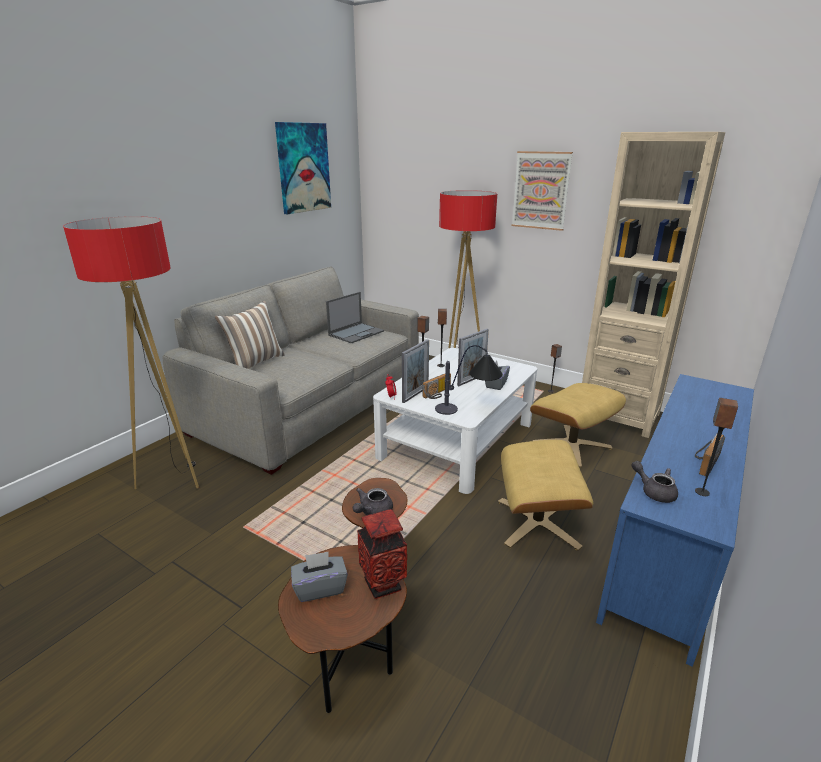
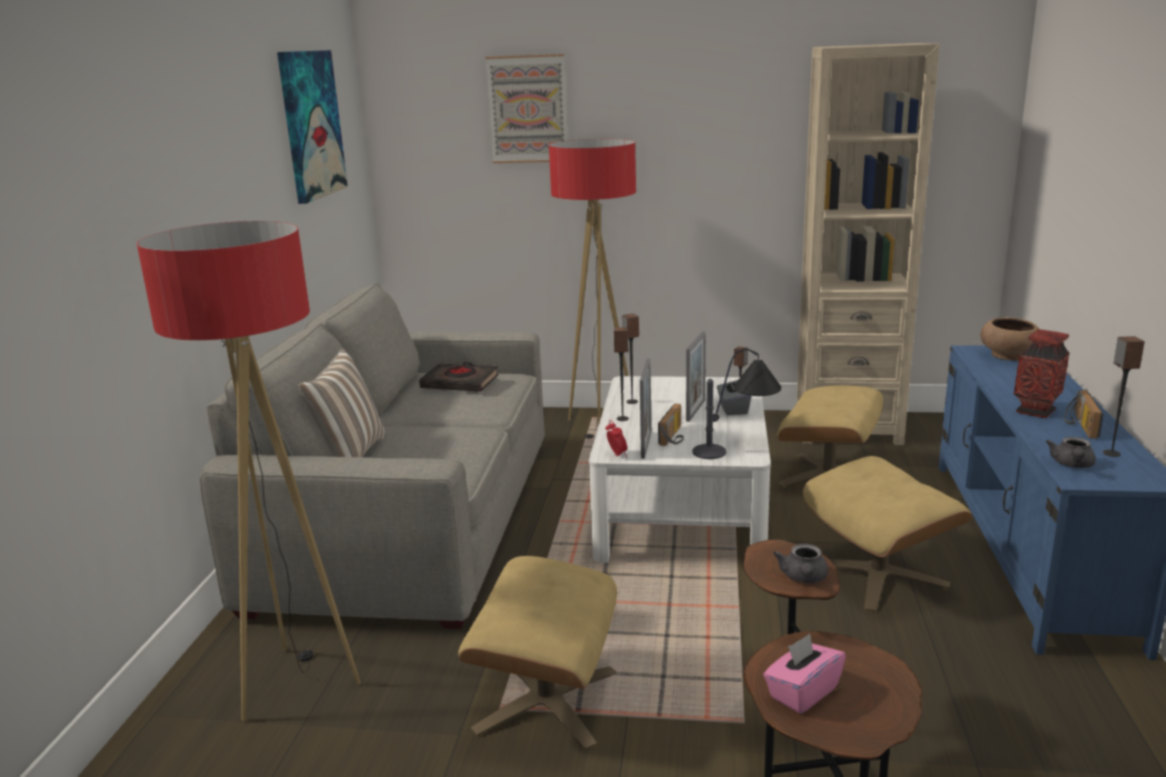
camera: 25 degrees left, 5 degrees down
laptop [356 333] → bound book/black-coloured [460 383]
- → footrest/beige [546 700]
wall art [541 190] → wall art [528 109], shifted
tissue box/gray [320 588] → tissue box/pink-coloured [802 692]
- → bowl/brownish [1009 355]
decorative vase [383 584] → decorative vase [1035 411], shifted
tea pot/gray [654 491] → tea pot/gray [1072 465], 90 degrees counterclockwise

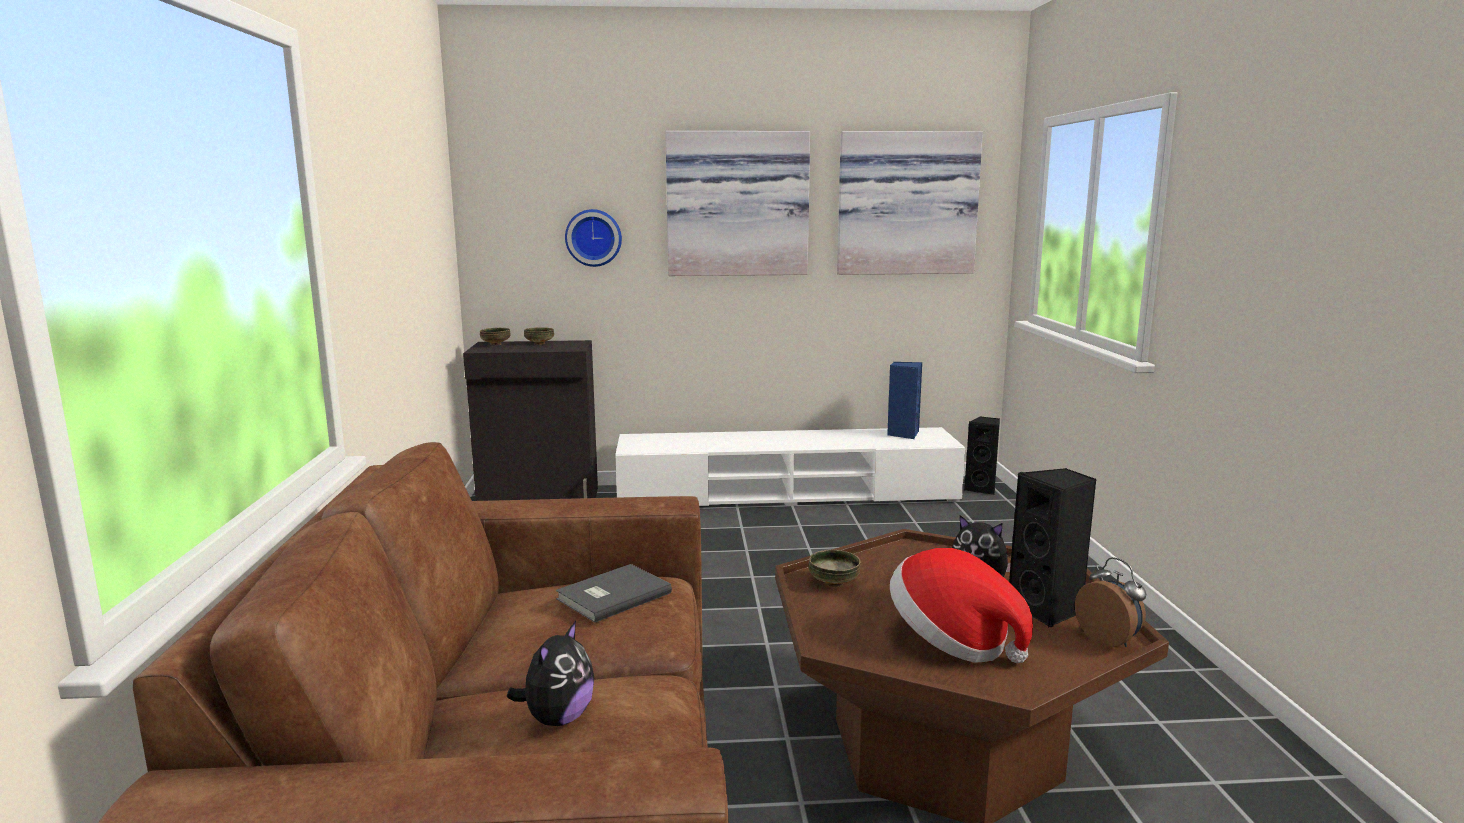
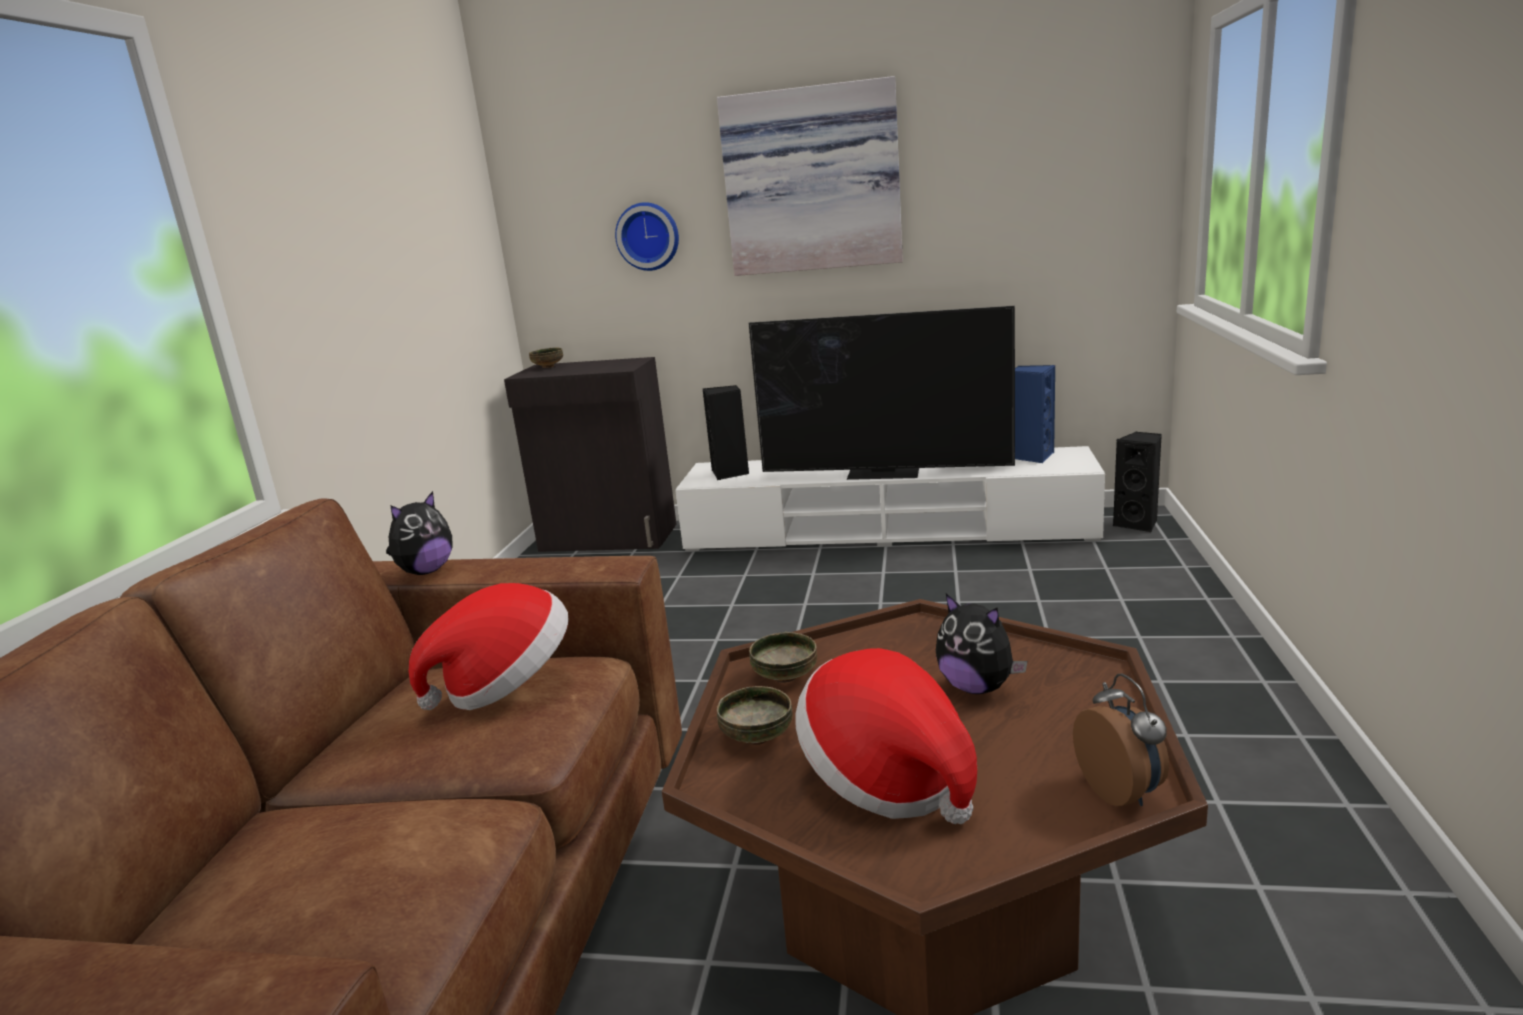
camera: 15 degrees right, 5 degrees up
plush toy [557 718] → plush toy [425 571], shifted
bound book/gray [611 595] → hat [506 685]
speaker/black-coloured [1048 610] → speaker/black-coloured [730 473], shifted
bowl [539 344] → bowl [756 737], shifted
- → TV set [885 472]
wall art [906 203] → -

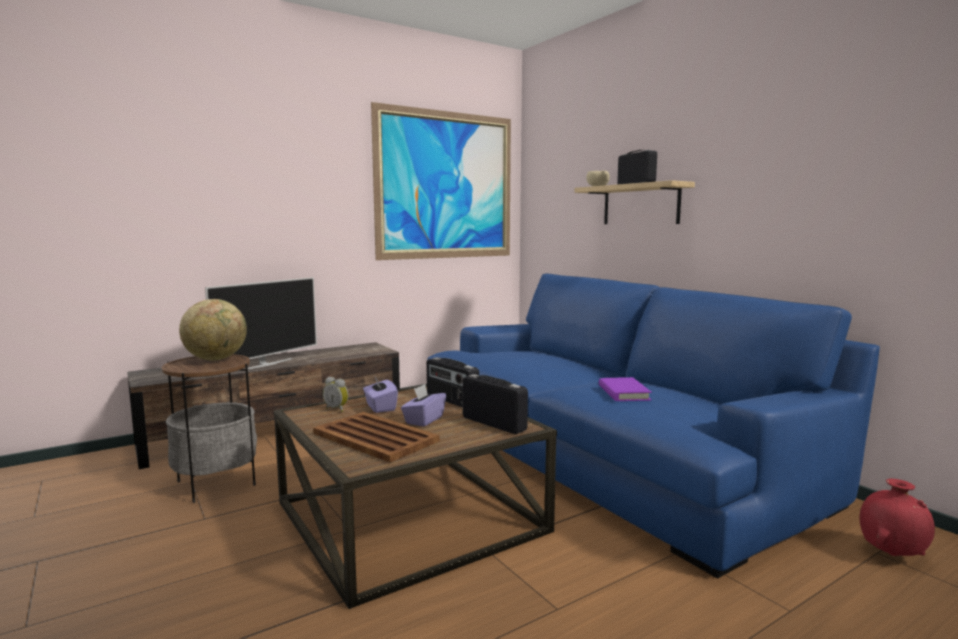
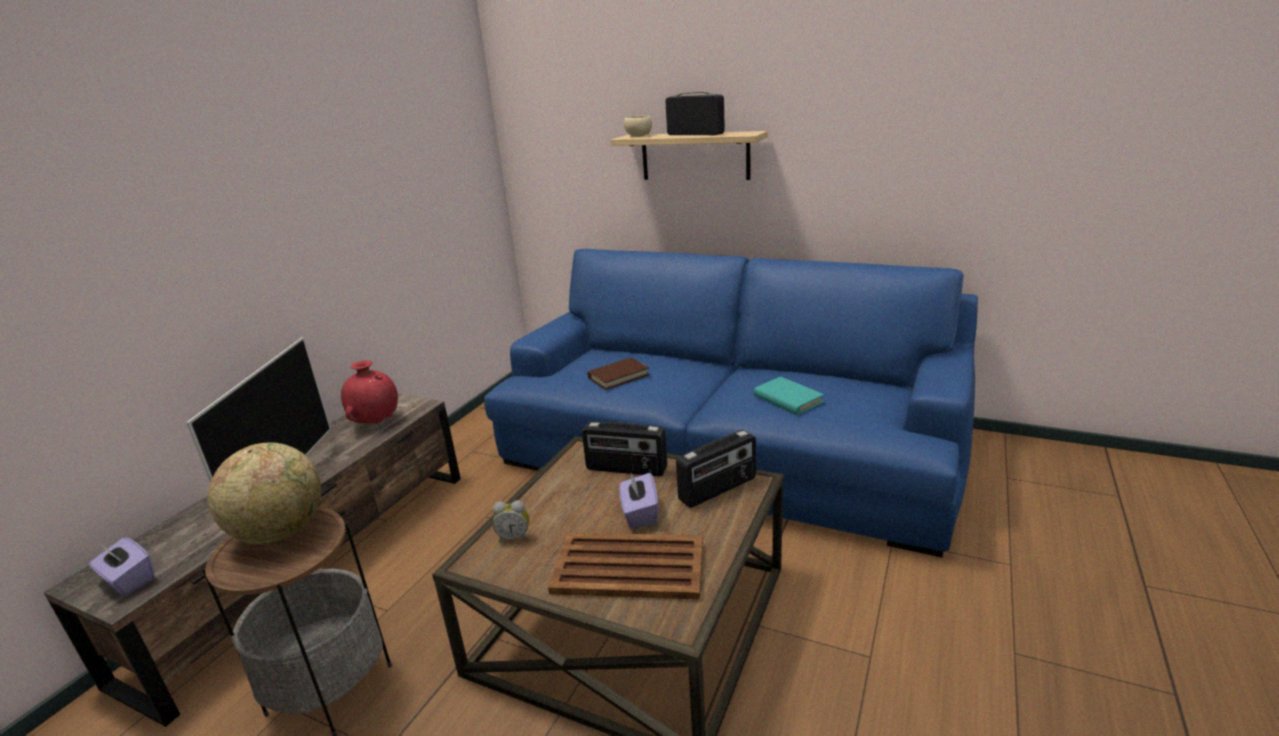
camera: 30 degrees left, 15 degrees up
tissue box/purple [380 407] → tissue box/purple [129 580], shifted
decorative vase/reddish [891 554] → decorative vase/reddish [376 422], shifted
- → bound book/brownish [618 376]
radio [494 423] → radio [718 489], 135 degrees clockwise
bound book/purple [623 393] → bound book/turquoise-coloured [787 399]
wall art [446 186] → -

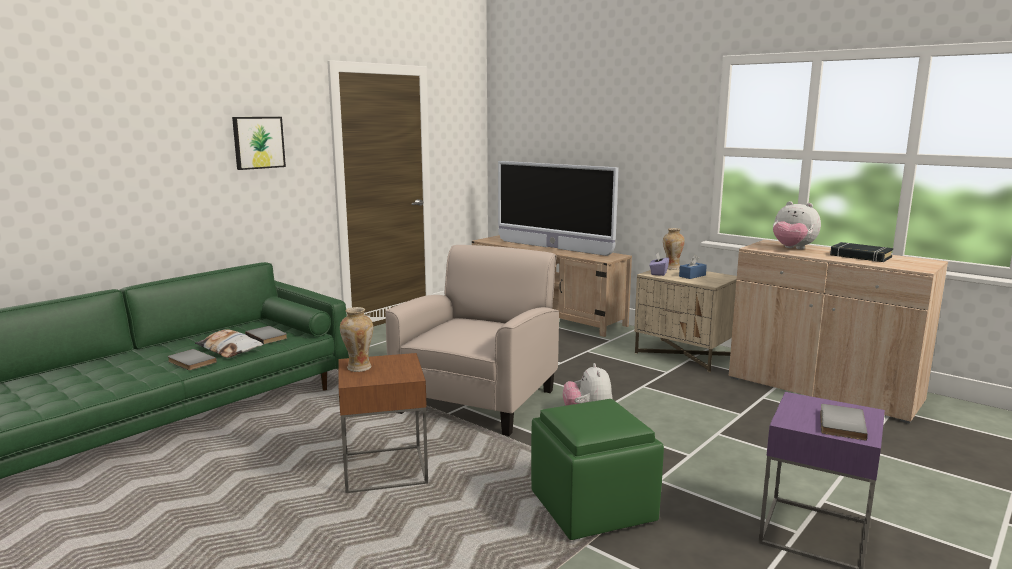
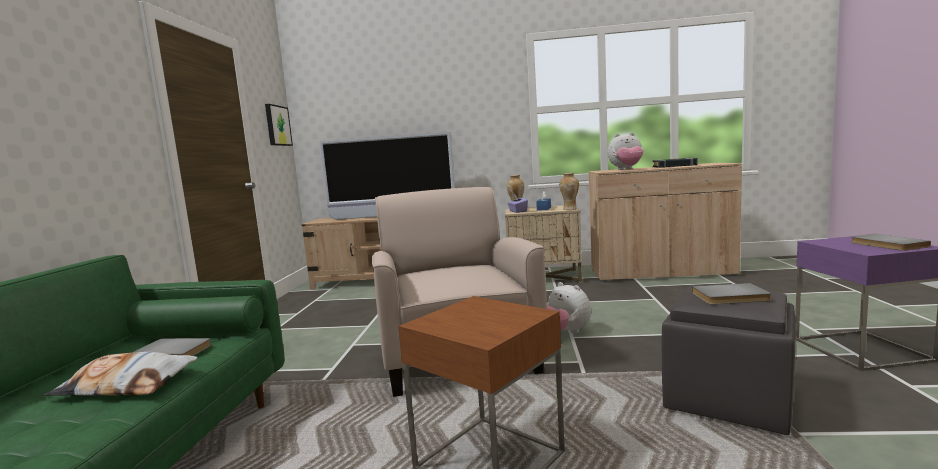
camera: 35 degrees left, 5 degrees down
wall art [258 142] → wall art [277 125], shifted
decorative vase [358 368] → decorative vase [570 209], shifted
footrest/green-coloured [594 508] → footrest/gray [729 399]
bound book/gray [190 362] → bound book/gray [731 297], shifted

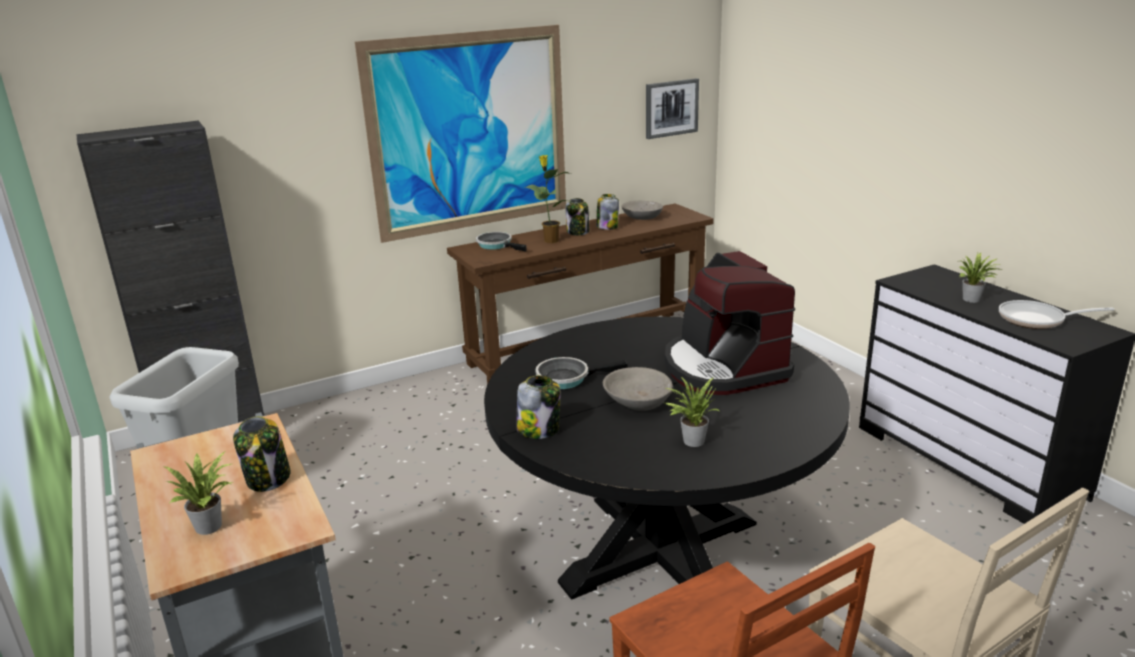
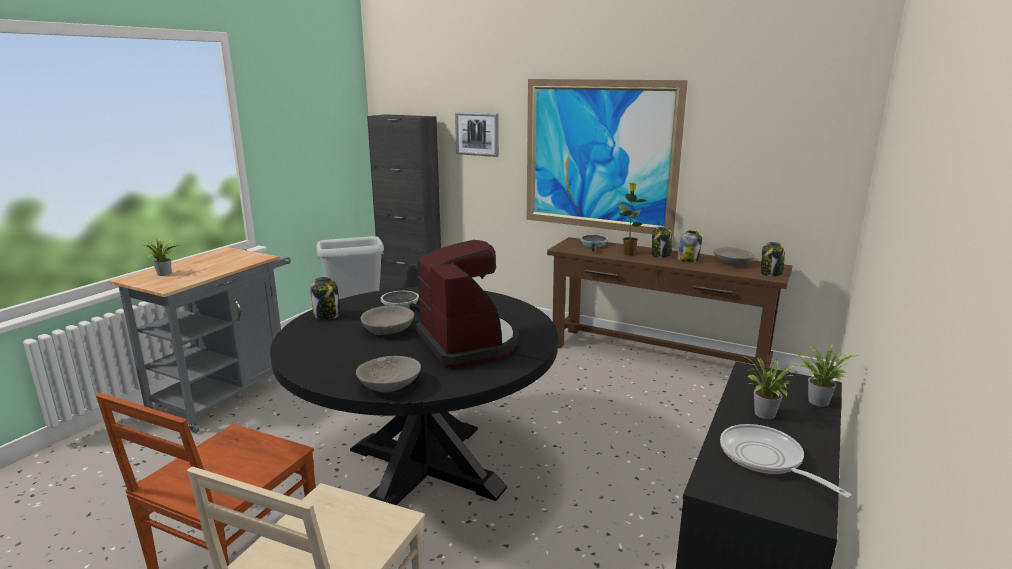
camera: 55 degrees right, 5 degrees down
- → bowl/gray [389 385]
coffee maker [723 368] → coffee maker [468 343], 120 degrees clockwise
wall art [671 108] → wall art [477 134], shifted
preserve jar [268 479] → preserve jar [771 273], shifted
plant in a pot [691 440] → plant in a pot [817 400], shifted

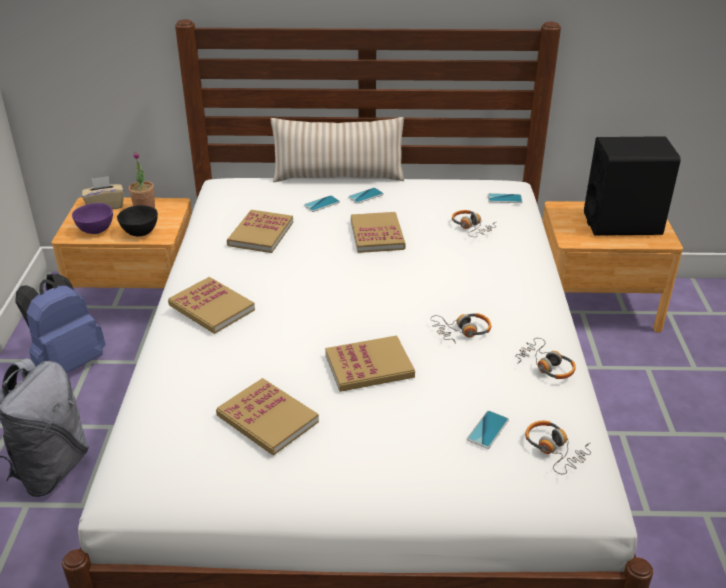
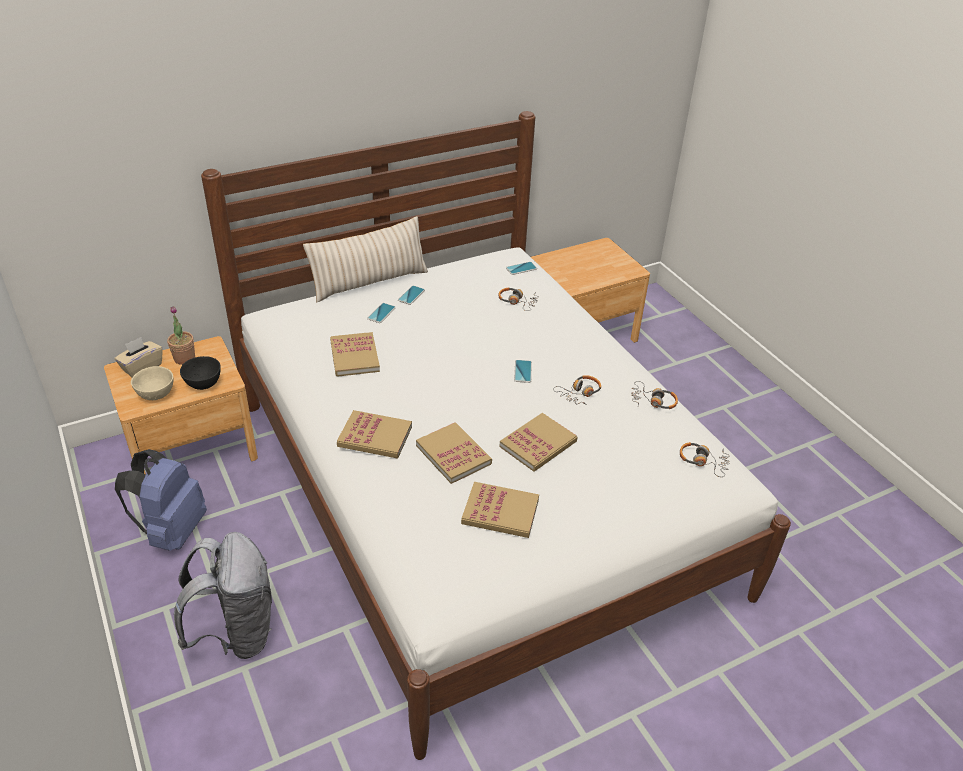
camera: 30 degrees left, 5 degrees up
bowl/purple [96 231] → bowl/beige [157 395]
bound book [377 235] → bound book [453 455], shifted
telephone [488 430] → telephone [522 371], shifted
speaker/black-coloured [622 223] → -

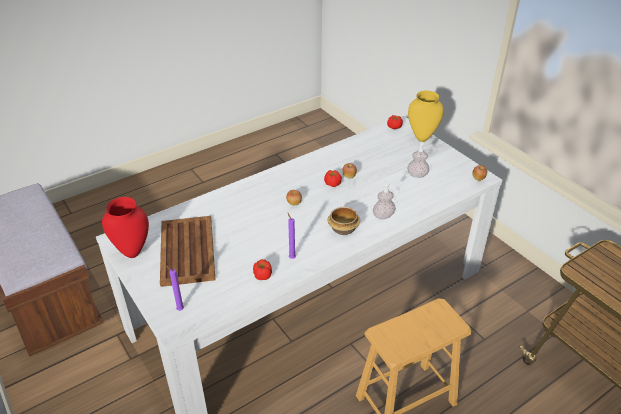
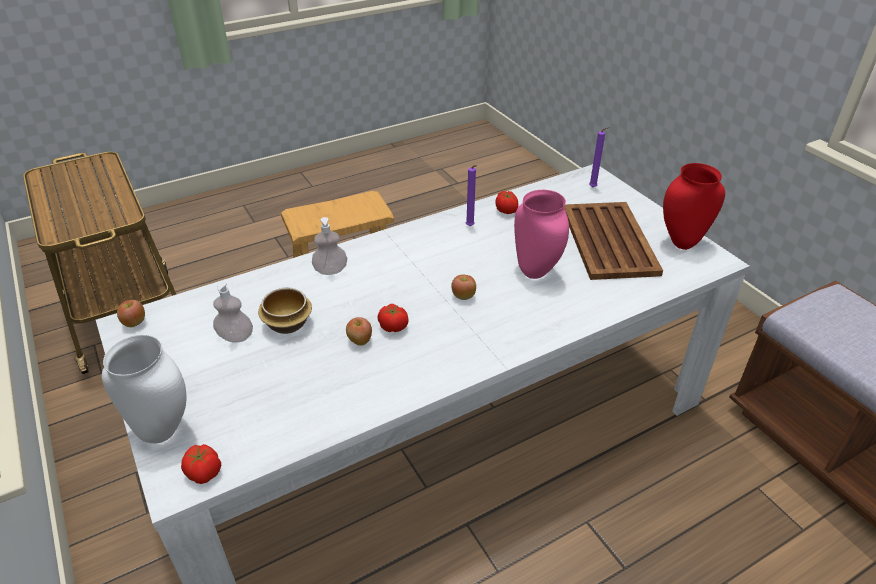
camera: 175 degrees left, 0 degrees up
decorative vase/yellowish [421 138] → decorative vase/white-coloured [164 430]
bowl [343 229] → bowl [288 323], shifted
- → decorative vase/pink-coloured [534 272]

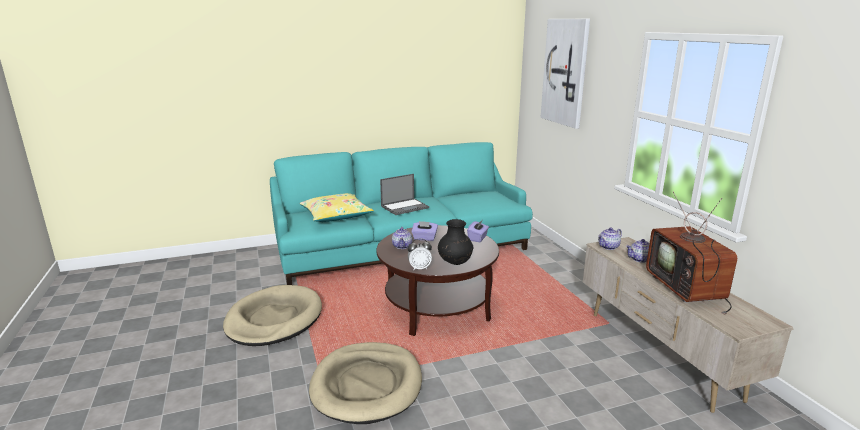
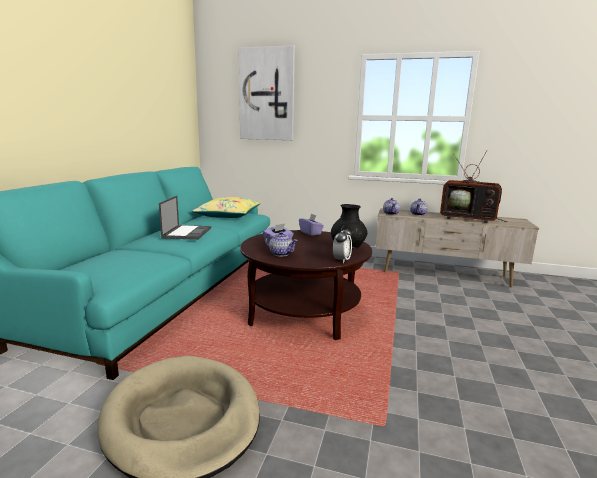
camera: 55 degrees left, 5 degrees down
pillow/yellowish [336 215] → pillow/yellowish [228 215], shifted
dog bed/beige [367 385] → -

